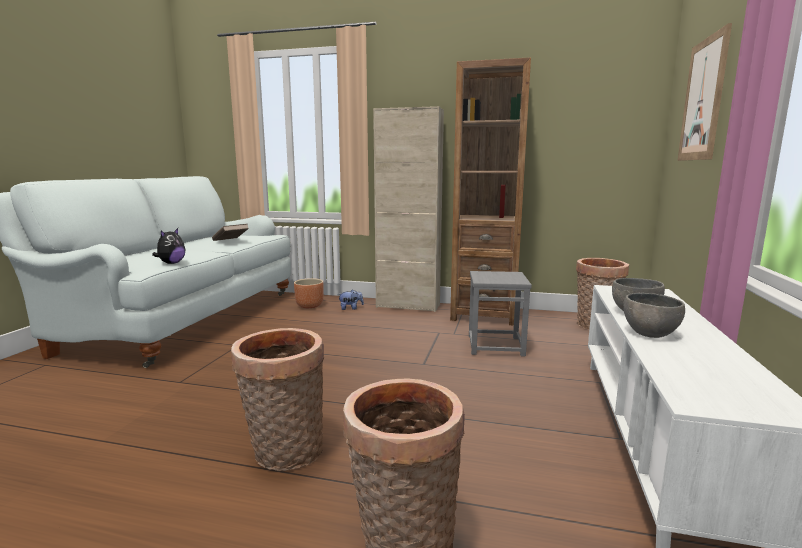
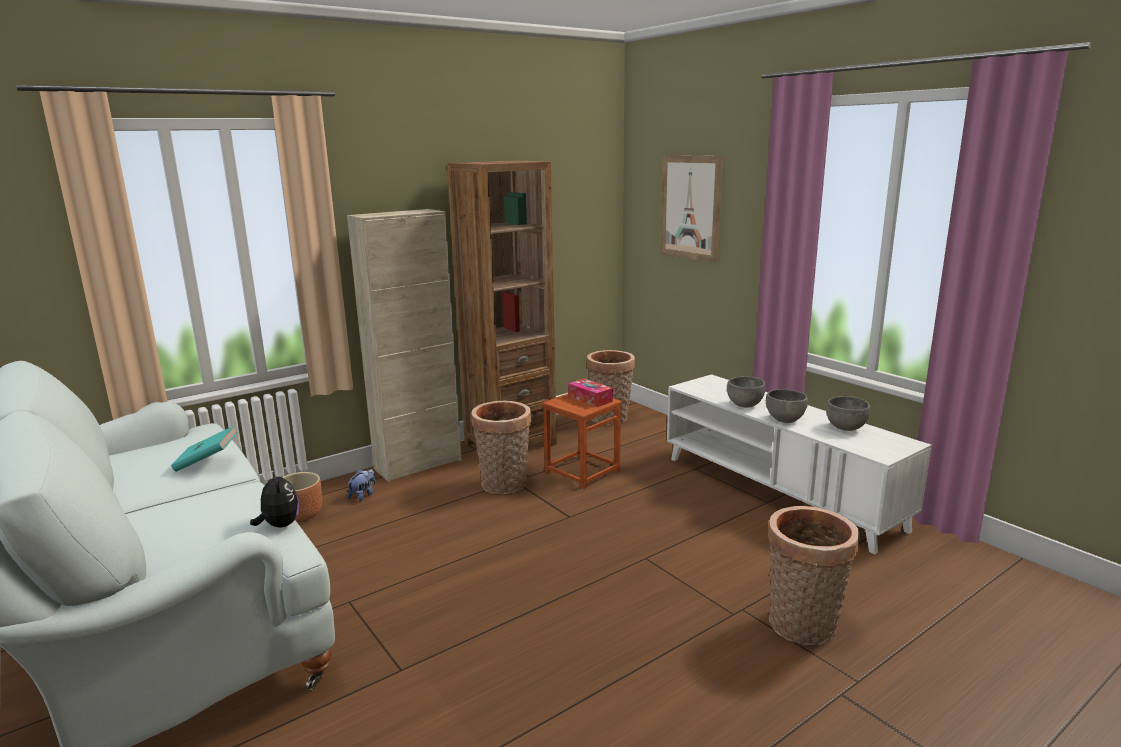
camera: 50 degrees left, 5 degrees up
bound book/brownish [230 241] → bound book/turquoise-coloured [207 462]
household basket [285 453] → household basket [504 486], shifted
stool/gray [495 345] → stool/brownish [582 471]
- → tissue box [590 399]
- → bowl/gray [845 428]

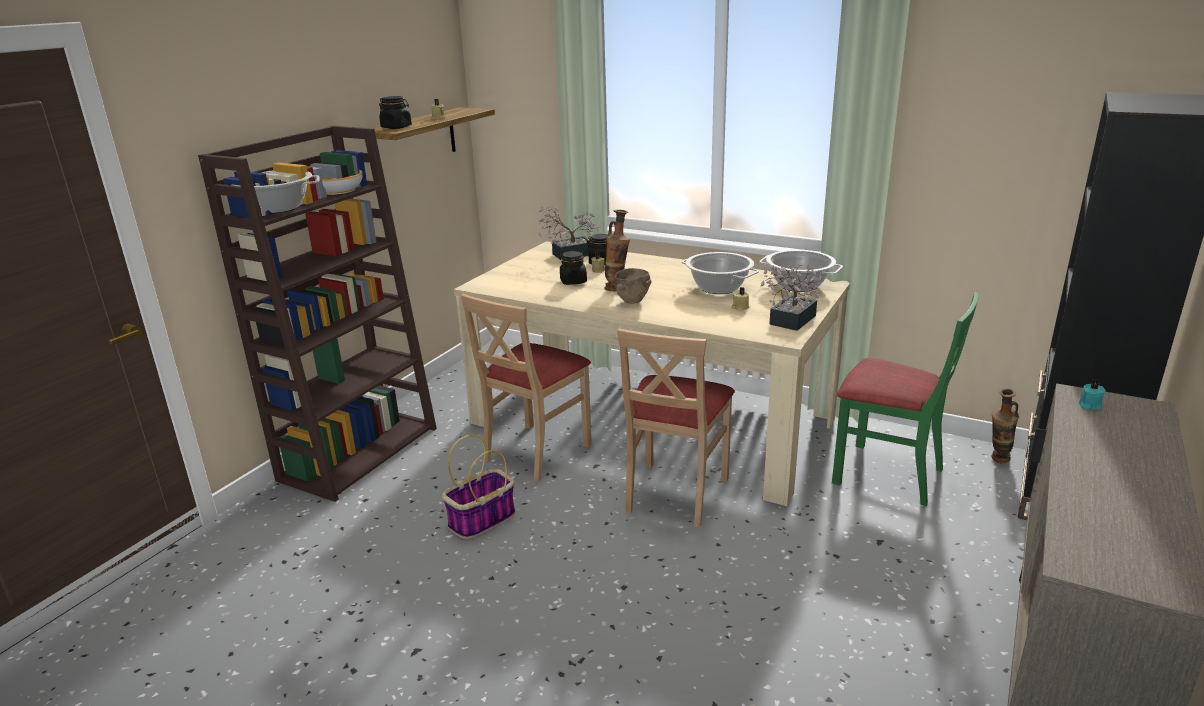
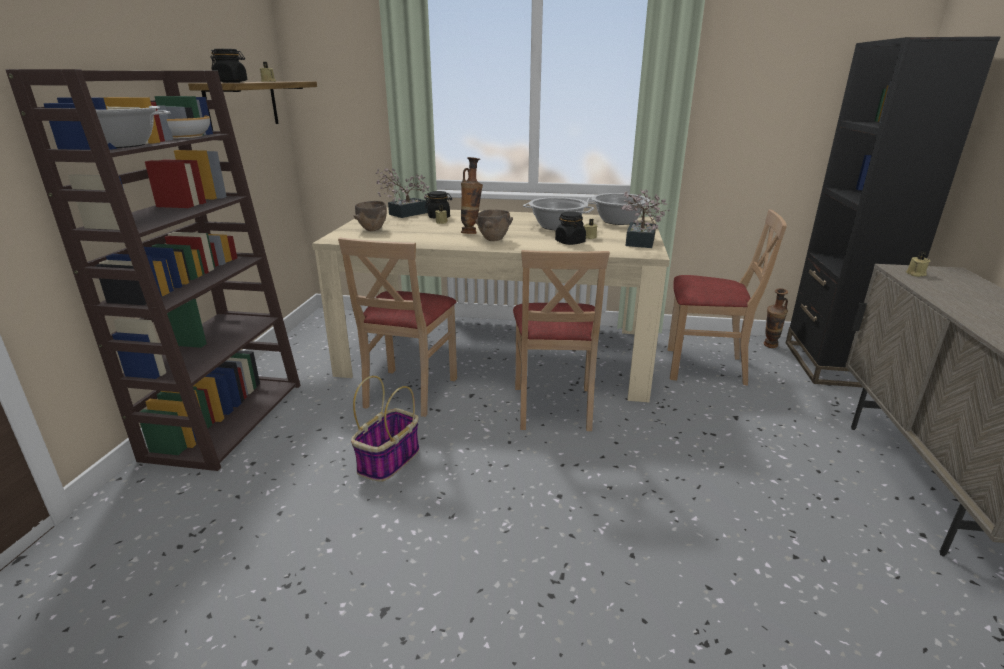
camera: 20 degrees left, 0 degrees up
- → bowl/brownish [372 230]
preserve jar/black-coloured [573 281] → preserve jar/black-coloured [570 242], shifted
plain chair/green-coloured [888 474] → plain chair/beige [705 367]
wax light/turquoise-coloured [1088 405] → wax light/beige [915 274]

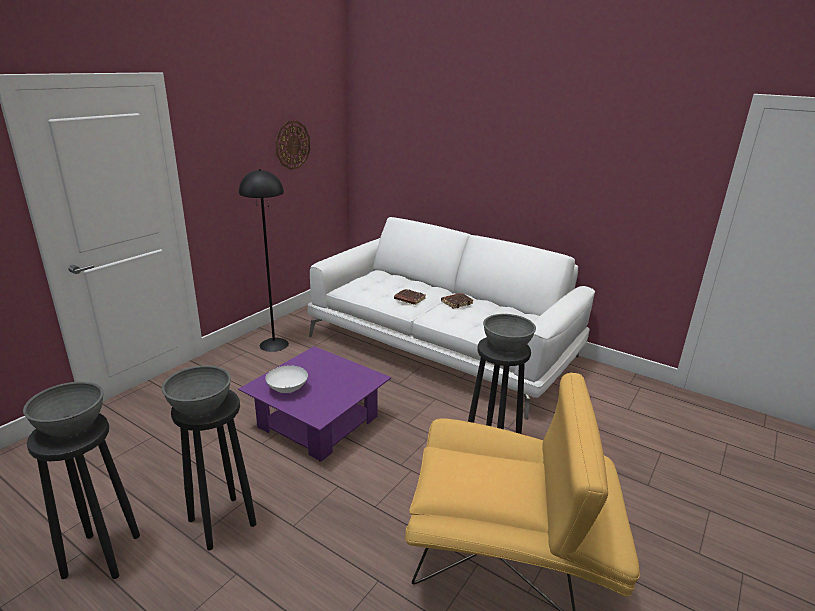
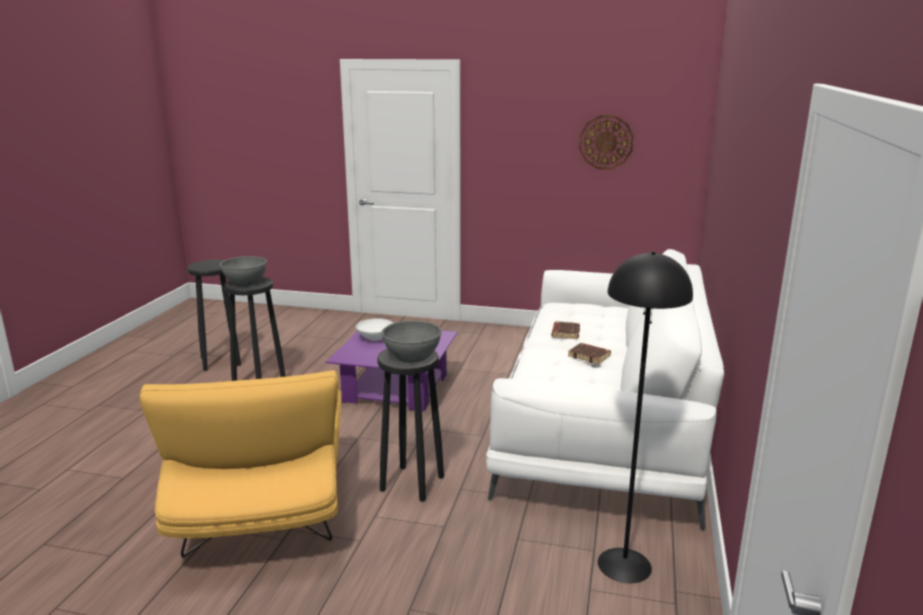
camera: 70 degrees right, 5 degrees down
floor lamp/black-coloured [274 344] → floor lamp/black-coloured [625 565], shifted
bowl/gray [71 425] → -

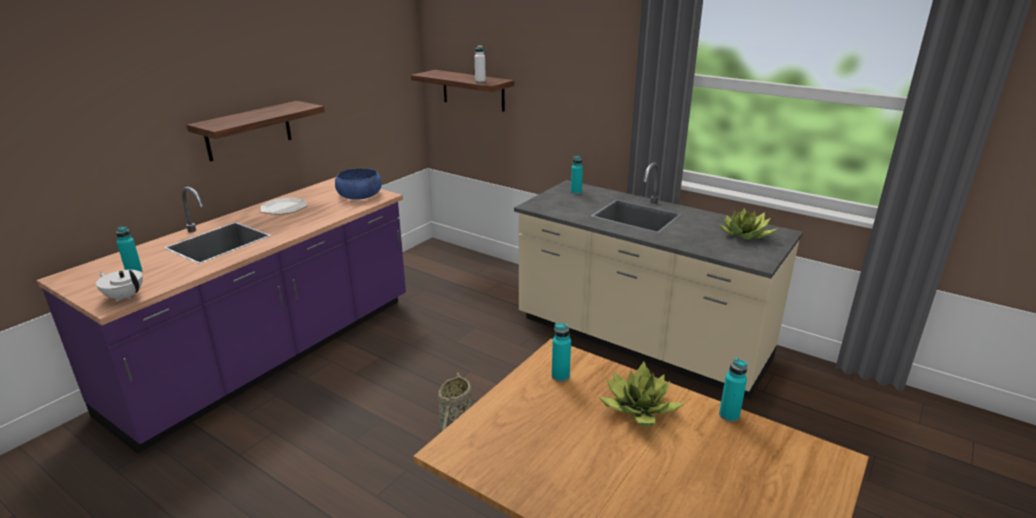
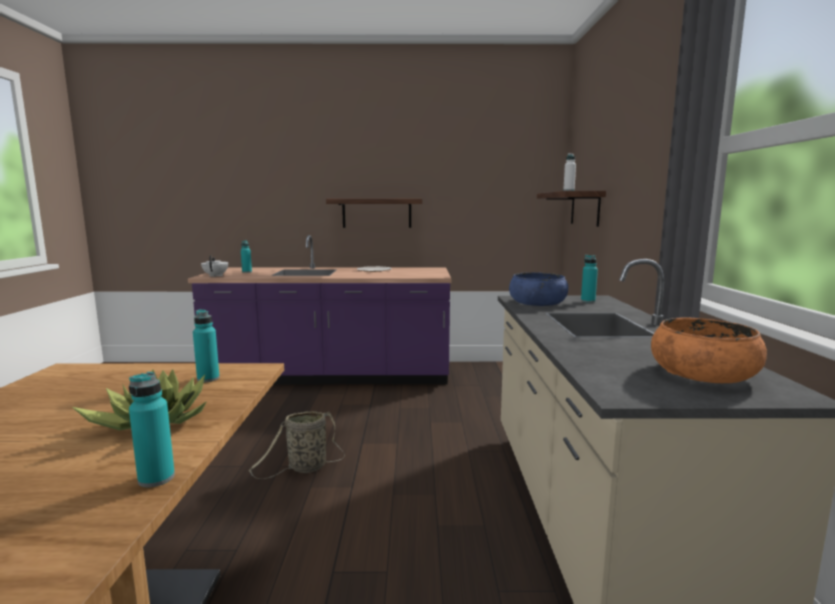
camera: 55 degrees right, 15 degrees down
bowl/bluish [359 195] → bowl/bluish [537 303], shifted
plant in a pot [746 234] → bowl/orange [702 373]

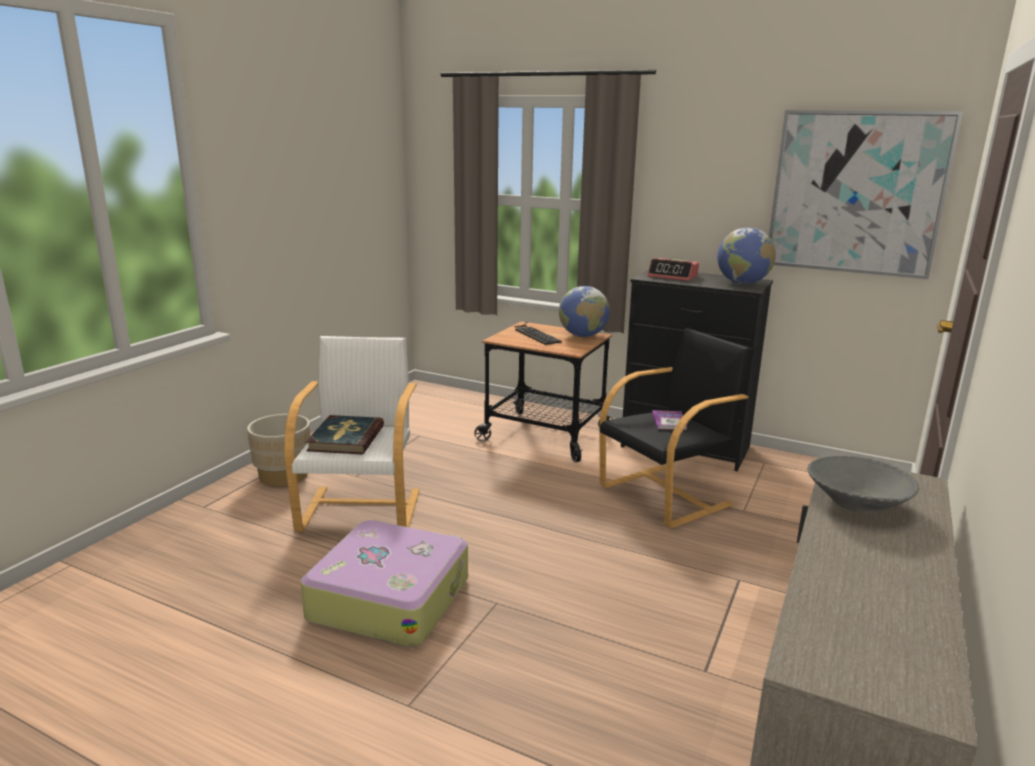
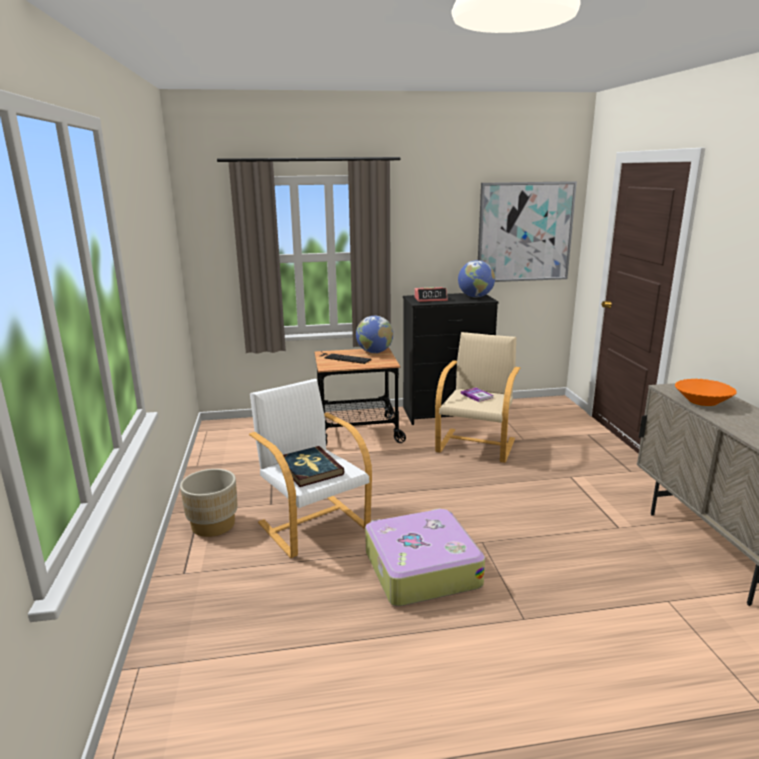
camera: 35 degrees left, 0 degrees up
lounge chair/black-coloured [667 495] → lounge chair/beige [476 445]
bowl/gray [856 503] → bowl/orange [702 402]

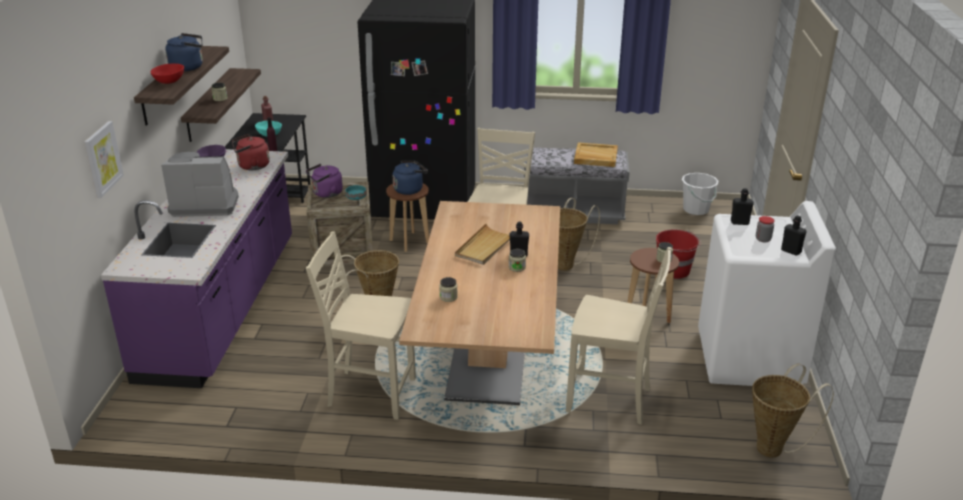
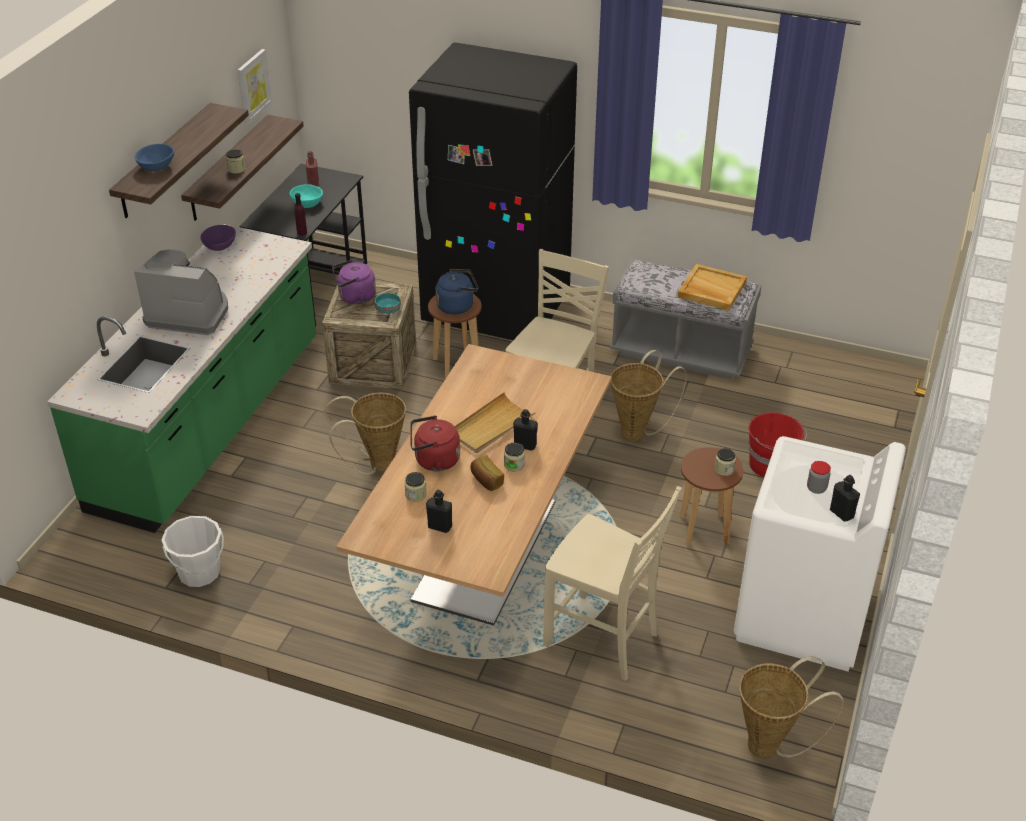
camera: 15 degrees right, 10 degrees up
kitchen base unit/purple [222 306] → kitchen base unit/green-coloured [210 424]
bowl/reddish [169 81] → bowl/bluish [157 167]
water bucket/white-coloured [696 209] → water bucket/white-coloured [199 573], shifted
wall art [102 159] → wall art [253 85], shifted
kettle/reddish [251 166] → kettle/reddish [434 460], shifted
drink bottle/black-coloured [739 222] → drink bottle/black-coloured [440 526], shifted
- → bread [486 481]
kettle/bluish [189 67] → -
plain chair/beige [370 393] → -

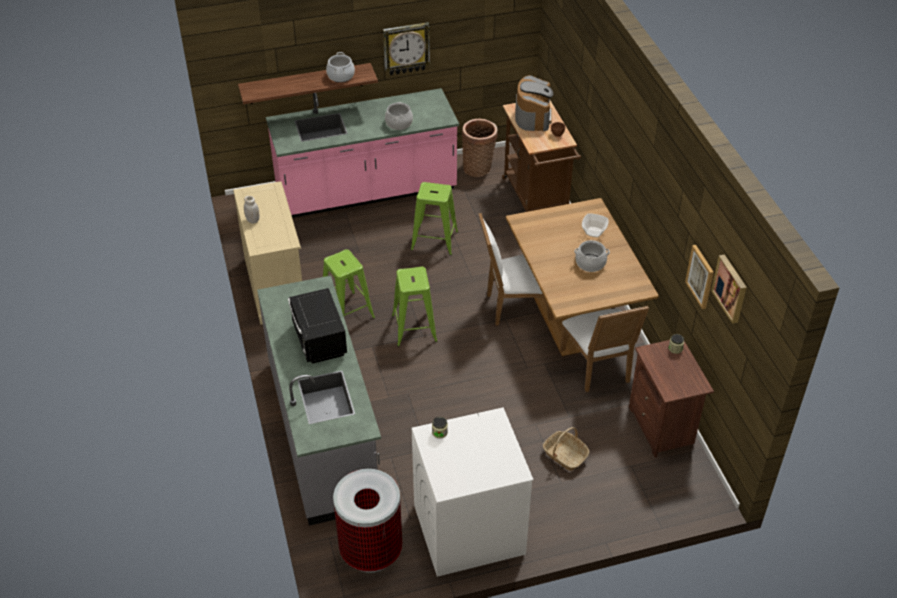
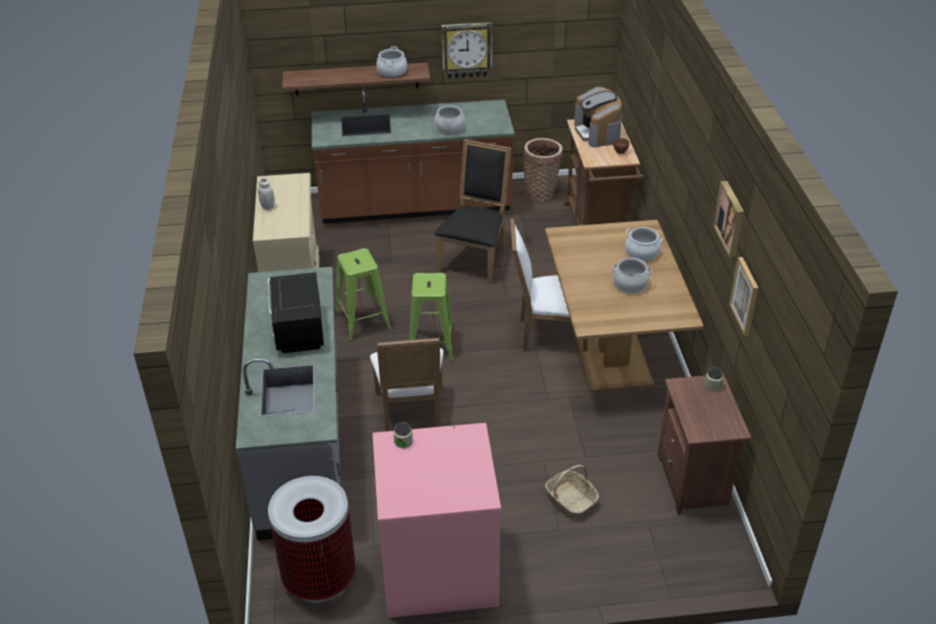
camera: 10 degrees right, 5 degrees down
kitchen base unit/pink-coloured [366 192] → kitchen base unit/brownish [415 206]
plain chair/white-coloured [598 369] → plain chair/white-coloured [411 415], shifted
laundry appliance/white-coloured [468 530] → laundry appliance/pink-coloured [437 569]
stool/green-coloured [434 240] → plain chair/black-coloured [475 259]
coffee maker [533 116] → coffee maker [597 132], 150 degrees clockwise
bowl [594 232] → stockpot [642 253]
wall art [731 288] → wall art [731 218], shifted

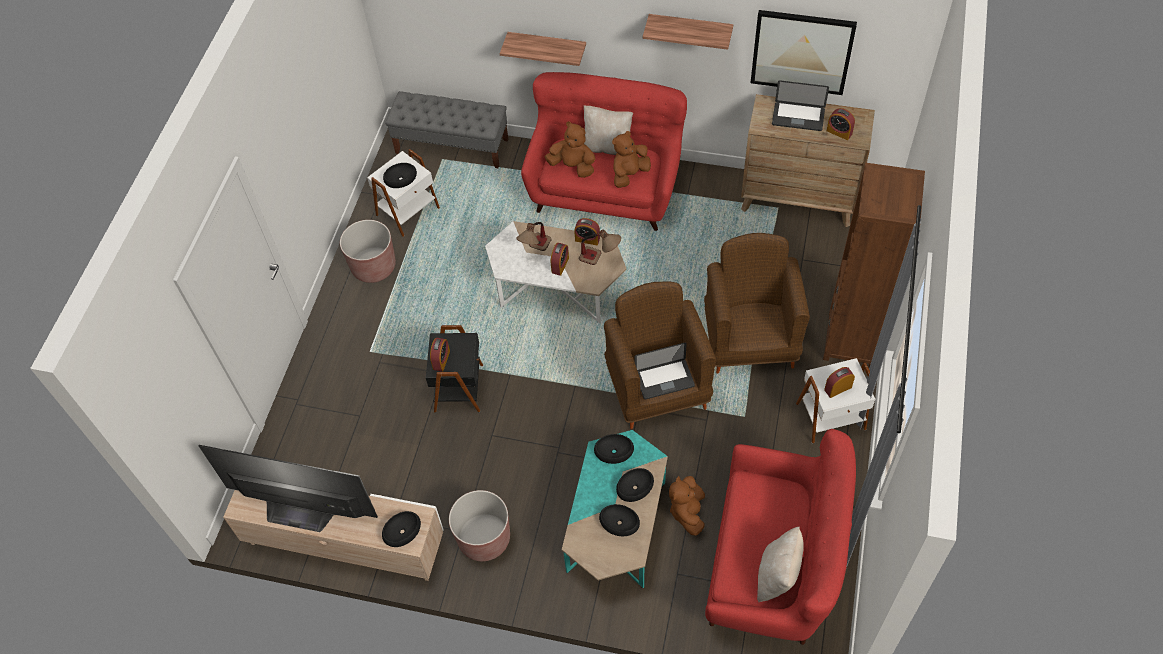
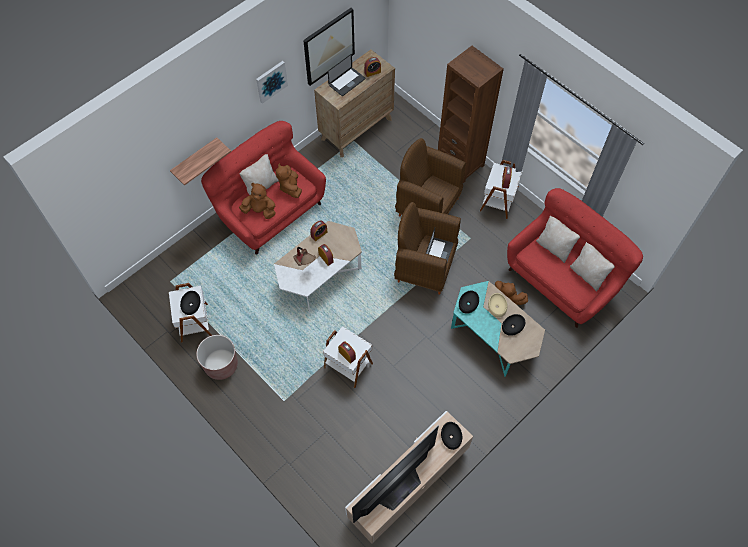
camera: 60 degrees left, 5 degrees up
plush toy/brownish [573 166] → plush toy/brownish [260 210], 45 degrees clockwise
wall shelf [690 30] → wall art [271 81]
accent table/black-coloured [460 388] → accent table/white-coloured [348 365]
bowl/black-coloured [635 487] → bowl/beige [496 306]
- → pillow/beige [554 247]
indoor bench/gray [452 146] → -
plant pot/brownish [484 538] → -
tabletop lamp [600 259] → -

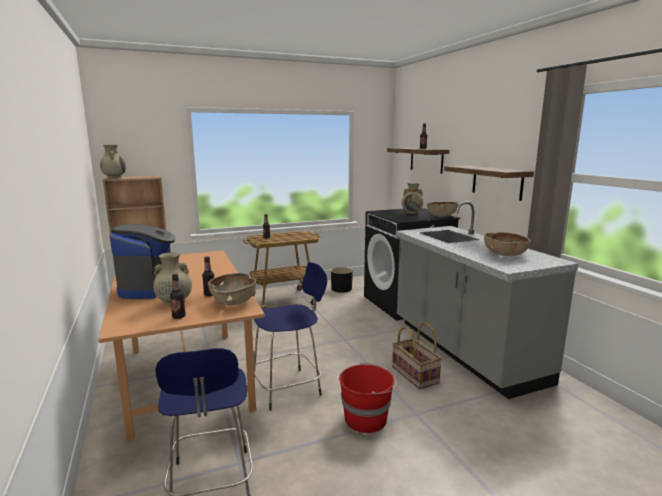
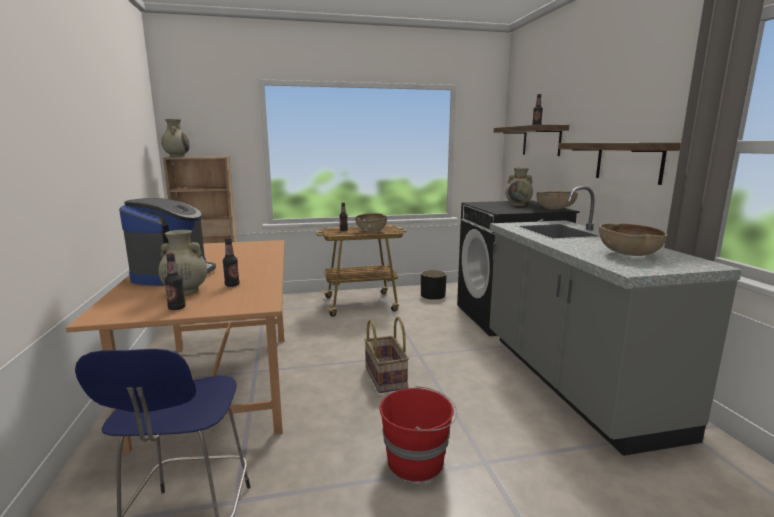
camera: 10 degrees right, 0 degrees up
bowl/brownish [233 302] → bowl/brownish [371 231], shifted
household basket [415 375] → household basket [386 377], shifted
stool/bluish [289 388] → -

